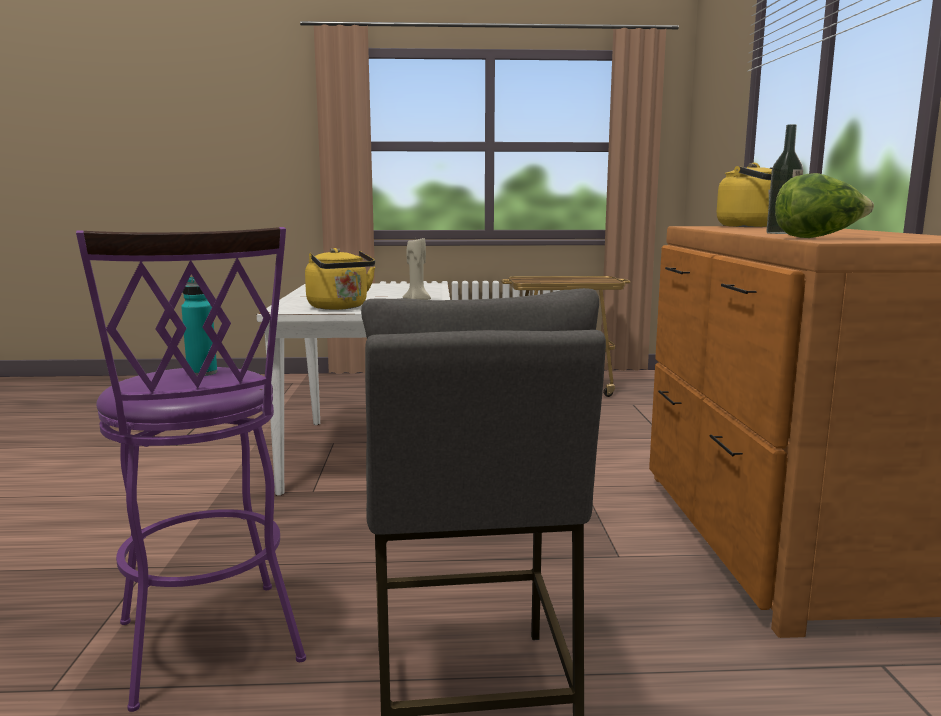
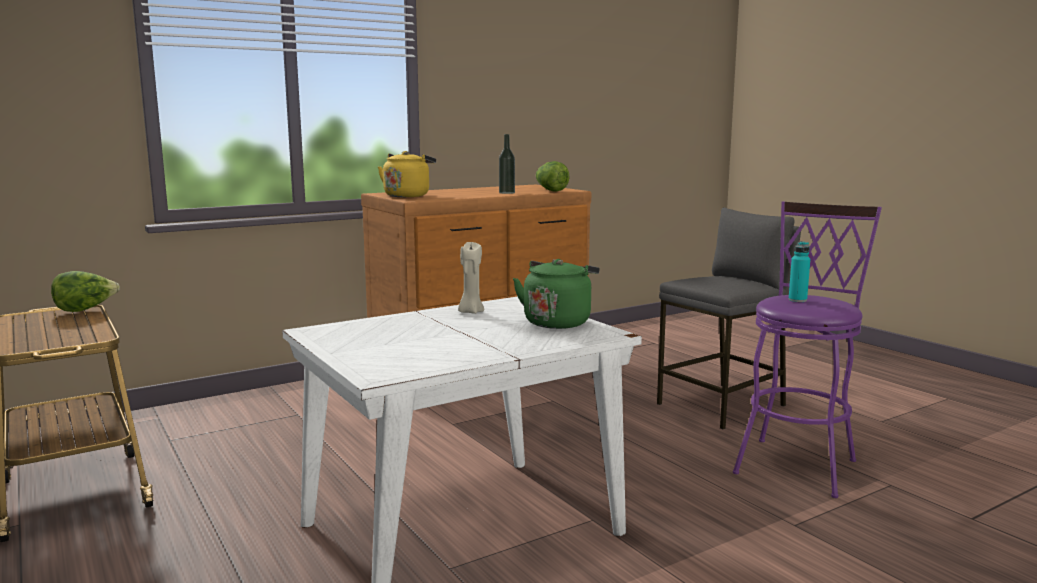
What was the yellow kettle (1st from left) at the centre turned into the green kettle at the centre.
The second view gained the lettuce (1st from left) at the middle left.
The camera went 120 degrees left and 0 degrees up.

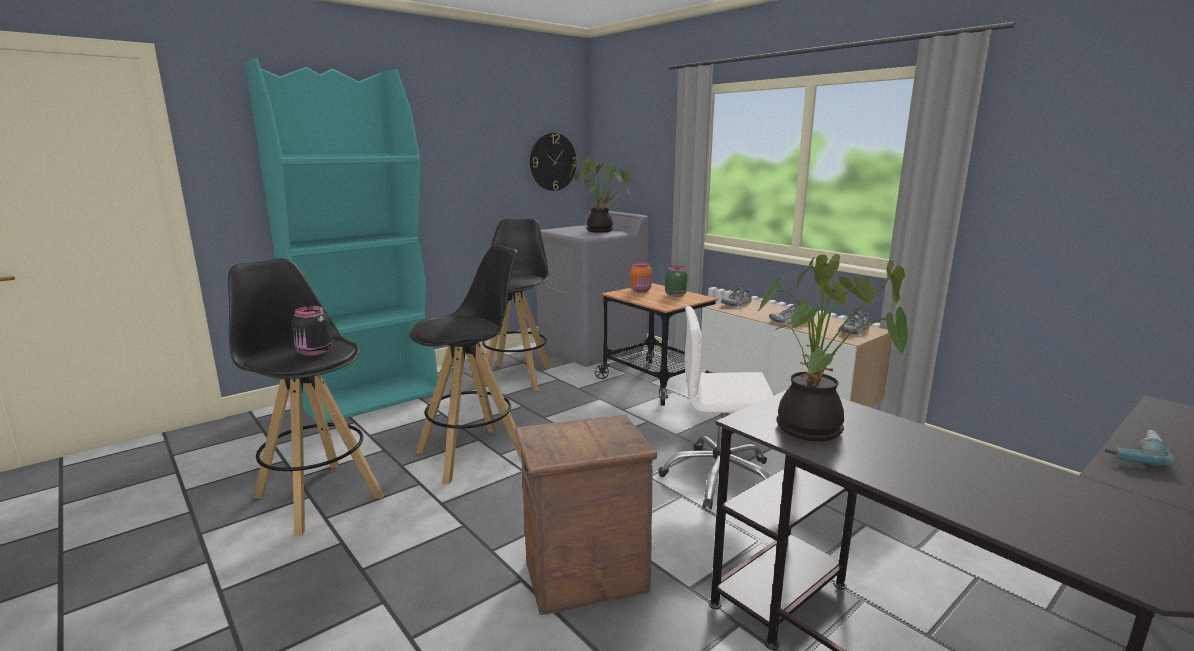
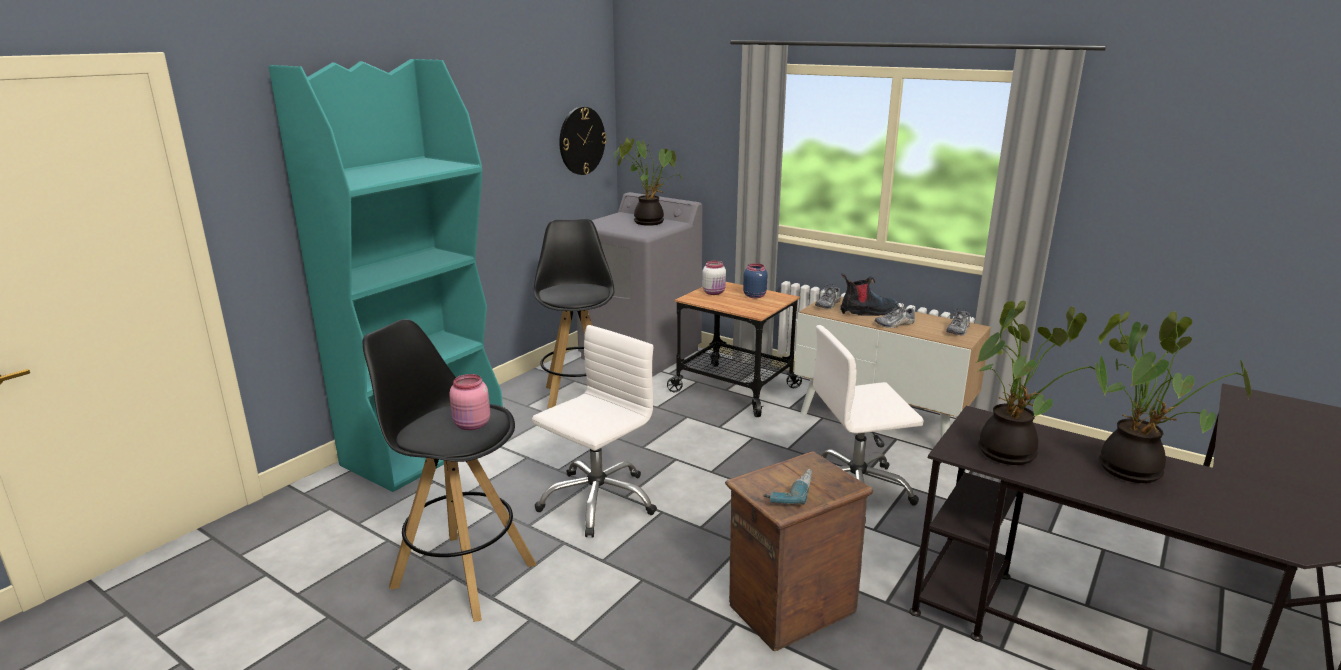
Where the black stool (2nd from left) stood at the centre, the white office chair (1st from left) came to stand at the centre.
What was the orange jar at the centre turned into the white jar at the centre.
What was the green jar at the centre turned into the blue jar at the centre.
What was the black jar at the middle left turned into the pink jar at the centre.
The power drill ended up elsewhere, having gone from the bottom right to the bottom centre.
The second view gained the boot at the centre.
The second view gained the potted plant (3rd from left) at the middle right.
The camera went 15 degrees left and 5 degrees up.

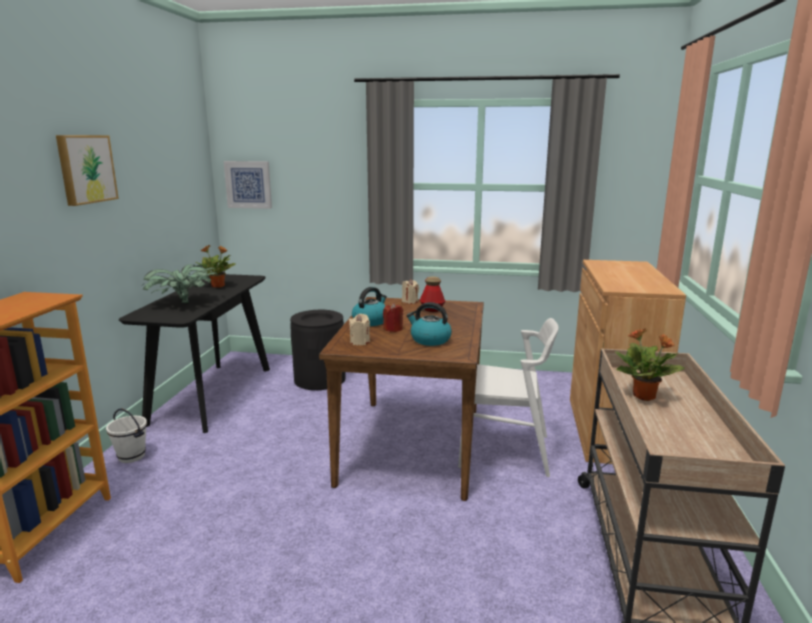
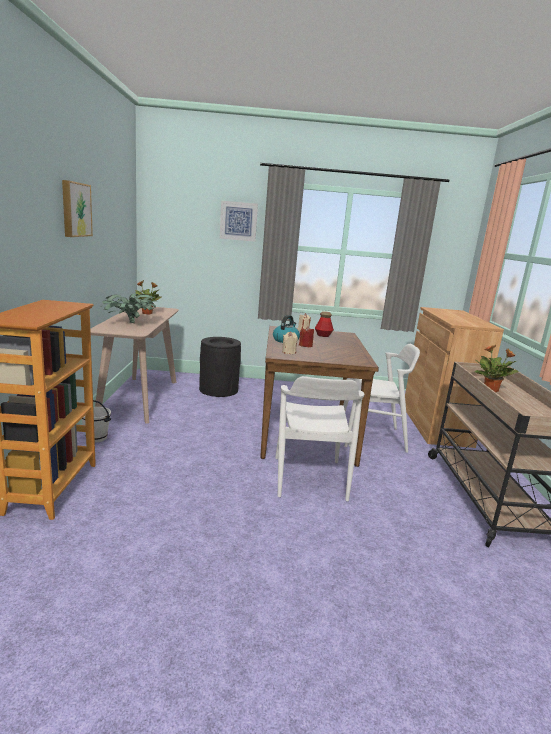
The picture (2nd from left) ended up elsewhere, having gone from the top left to the top centre.
What was the black console table at the middle left turned into the beige console table at the middle left.
The second view lost the kettle (2nd from left) at the centre.
The second view gained the white chair (1st from left) at the centre.
The camera went 10 degrees left and 0 degrees up.

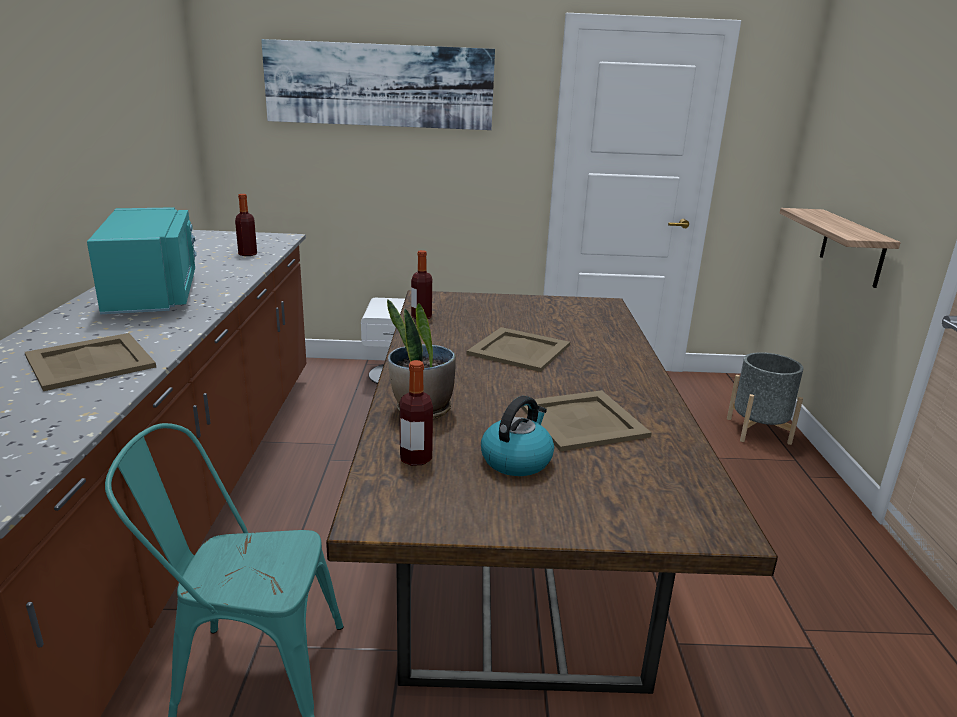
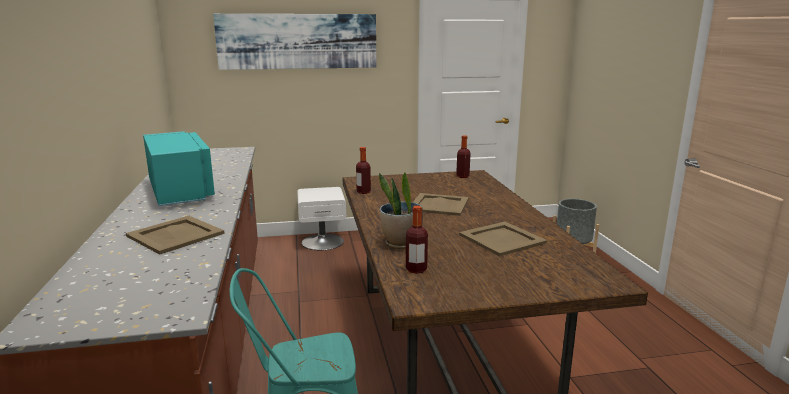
The bottle (1st from left in the first image) ended up elsewhere, having gone from the top left to the centre.
The second view lost the shelf at the middle right.
The second view lost the kettle at the centre.
The camera went 10 degrees left and 5 degrees down.

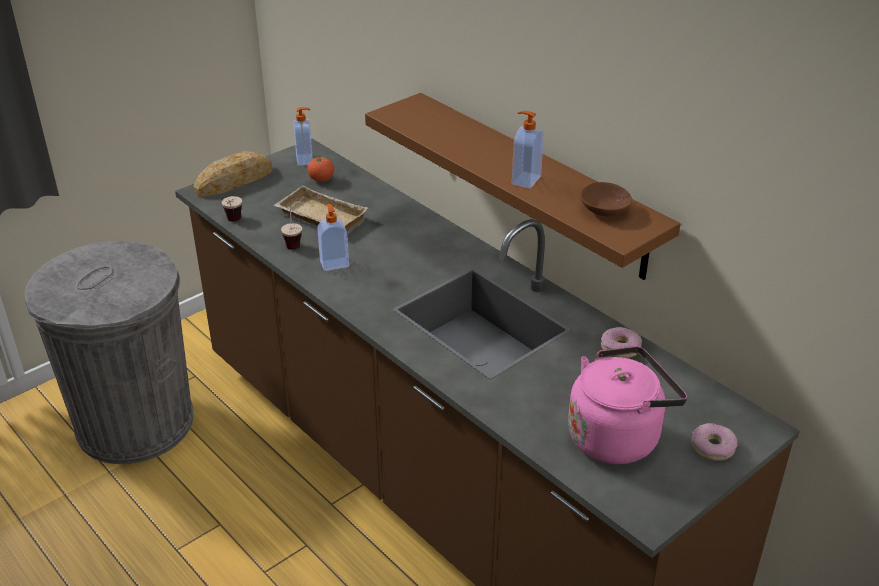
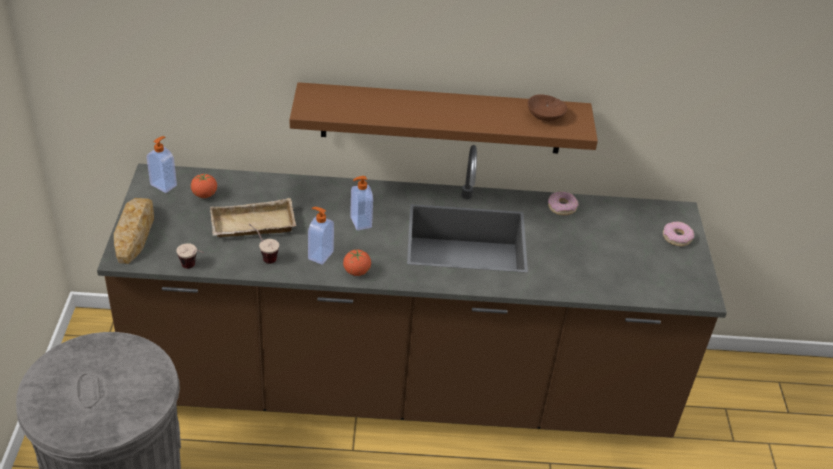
The soap dispenser (3rd from left) ended up elsewhere, having gone from the top centre to the centre.
The second view lost the pink kettle at the bottom right.
The second view gained the tomato (2nd from left) at the centre.
The camera went 50 degrees left and 5 degrees up.

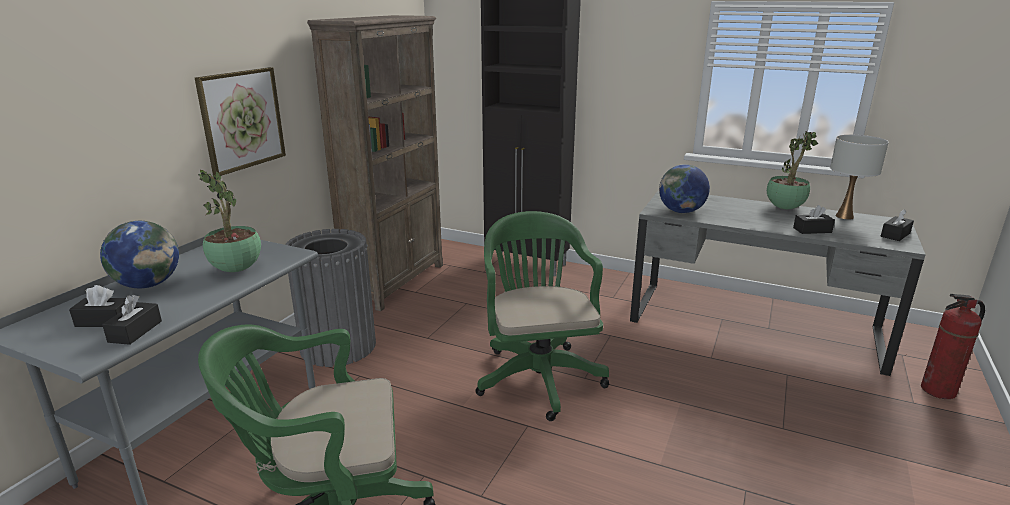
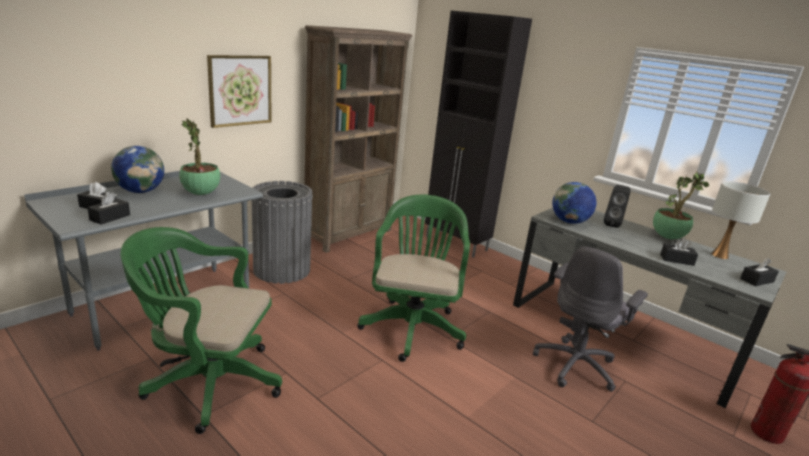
The second view gained the black speaker at the middle right.
The second view gained the grey office chair at the bottom right.
The camera went 15 degrees right and 0 degrees up.

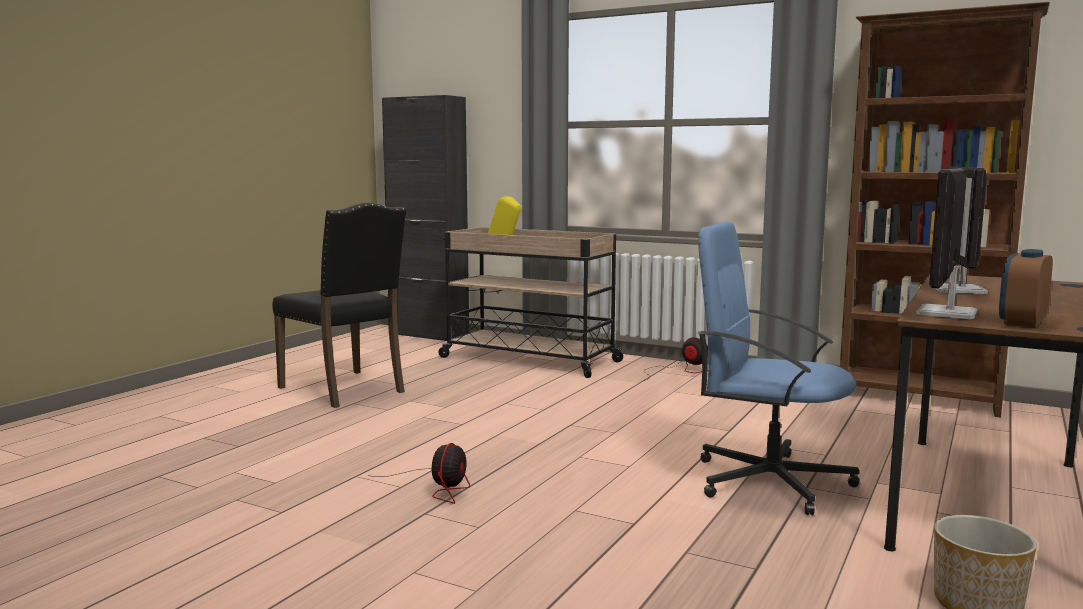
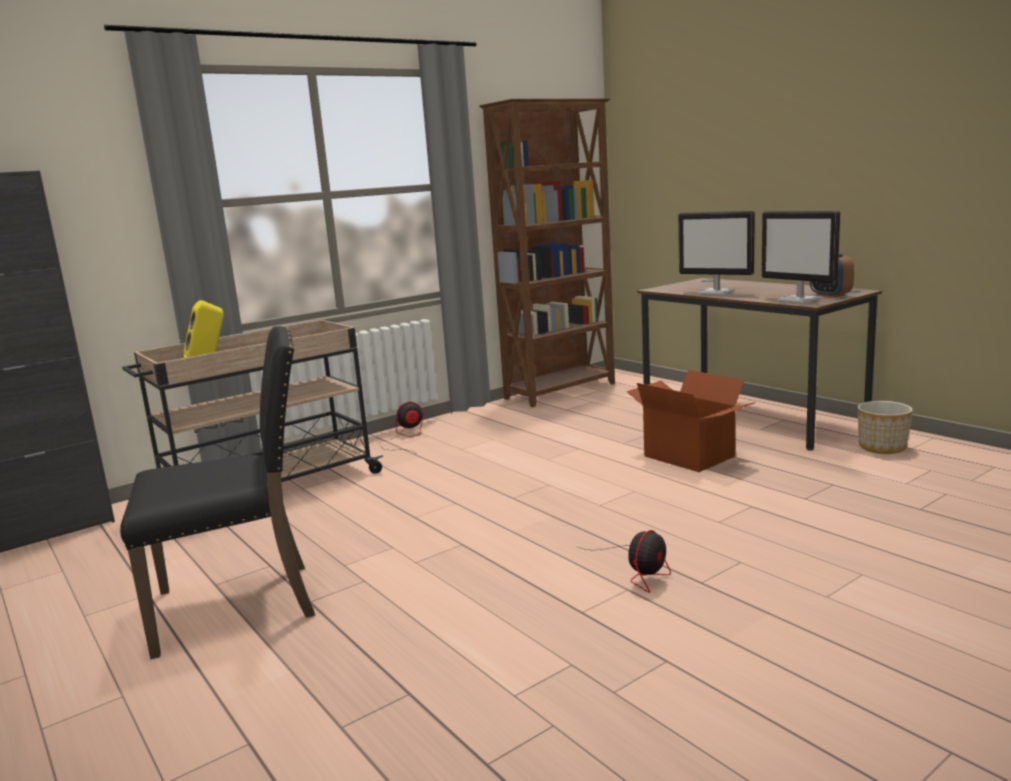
Where the blue office chair stood at the middle right, the cardboard box came to stand at the middle right.
The fan (1st from left in the first image) at the bottom centre ended up facing another way, 90 degrees clockwise from before.
The camera went 65 degrees left and 5 degrees up.

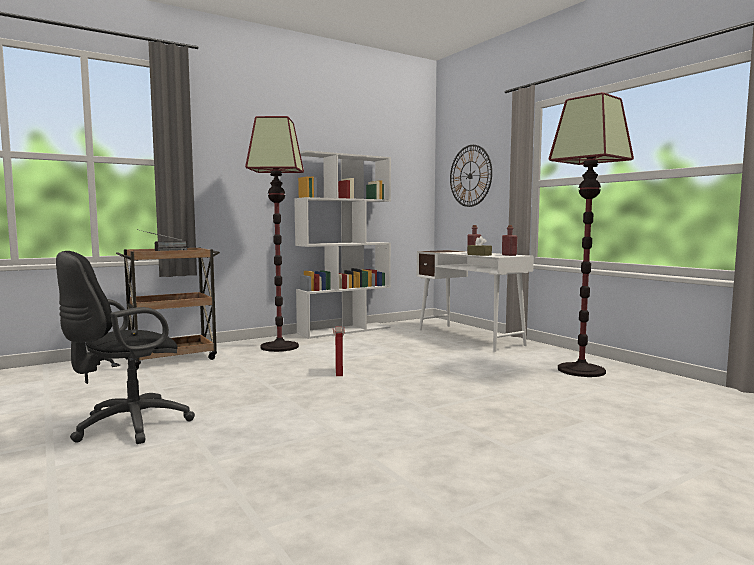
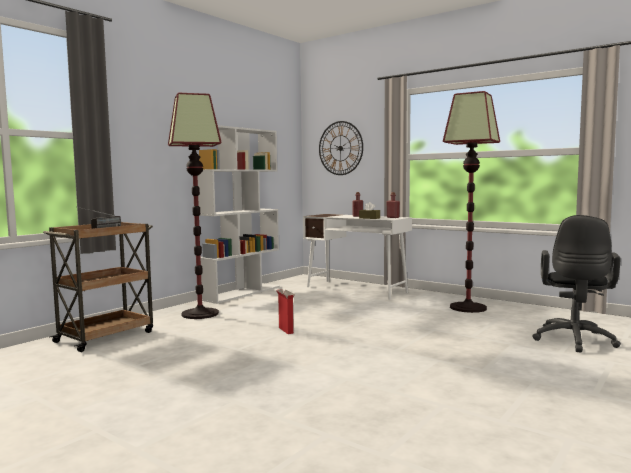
The black office chair ended up elsewhere, having gone from the middle left to the middle right.
The camera went 20 degrees left and 0 degrees up.

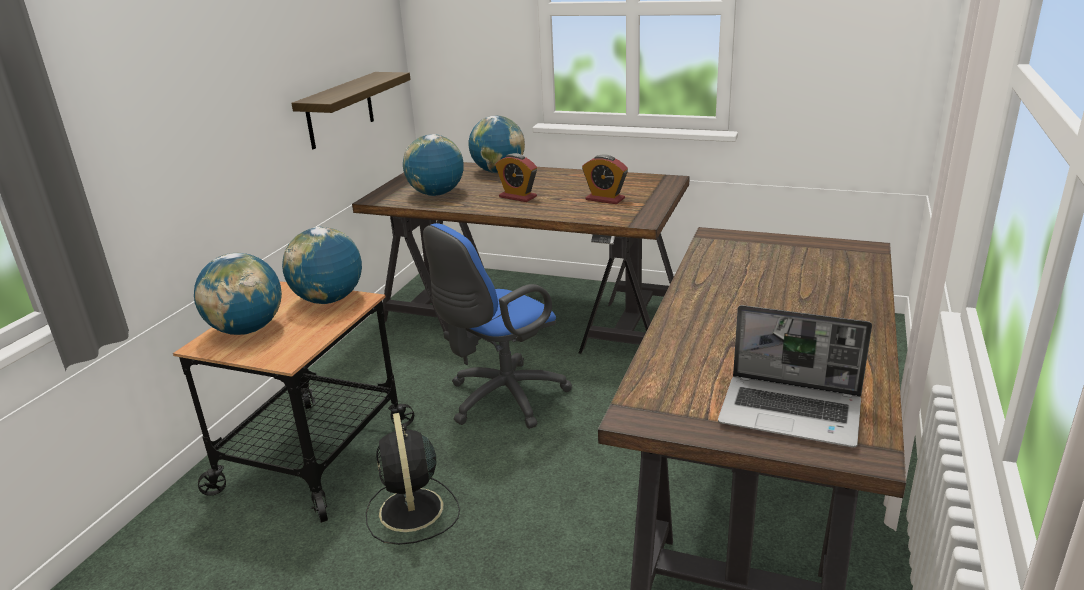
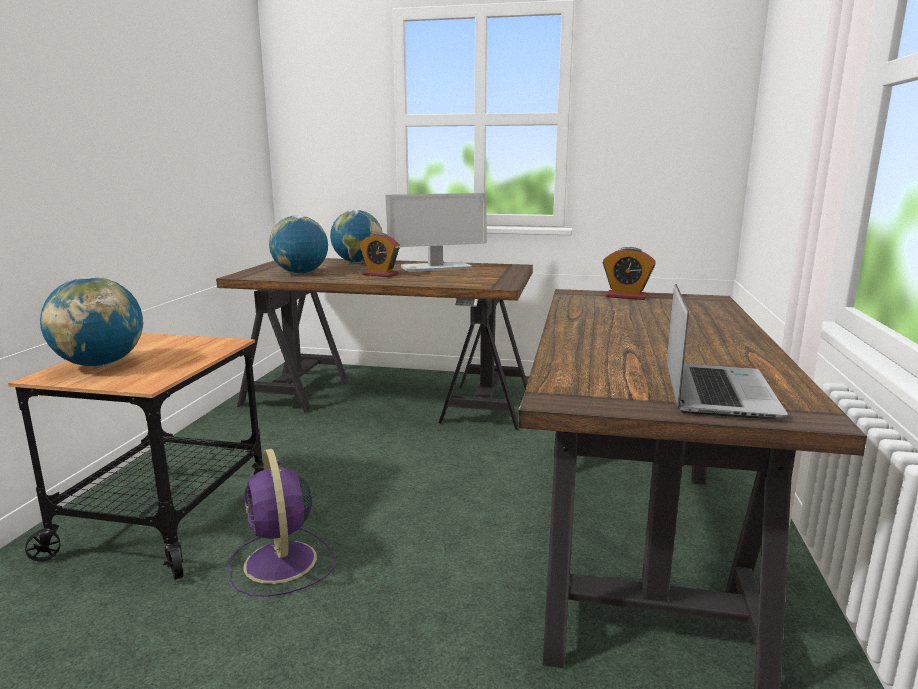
The second view lost the shelf at the top left.
The alarm clock (2nd from left) ended up elsewhere, having gone from the top centre to the middle right.
The second view lost the blue office chair at the centre.
The second view lost the globe (2nd from left) at the middle left.
The laptop at the middle right ended up facing another way, 90 degrees counterclockwise from before.
What was the black fan at the bottom centre turned into the purple fan at the bottom left.
The second view gained the monitor at the centre.
The camera went 10 degrees left and 10 degrees down.

